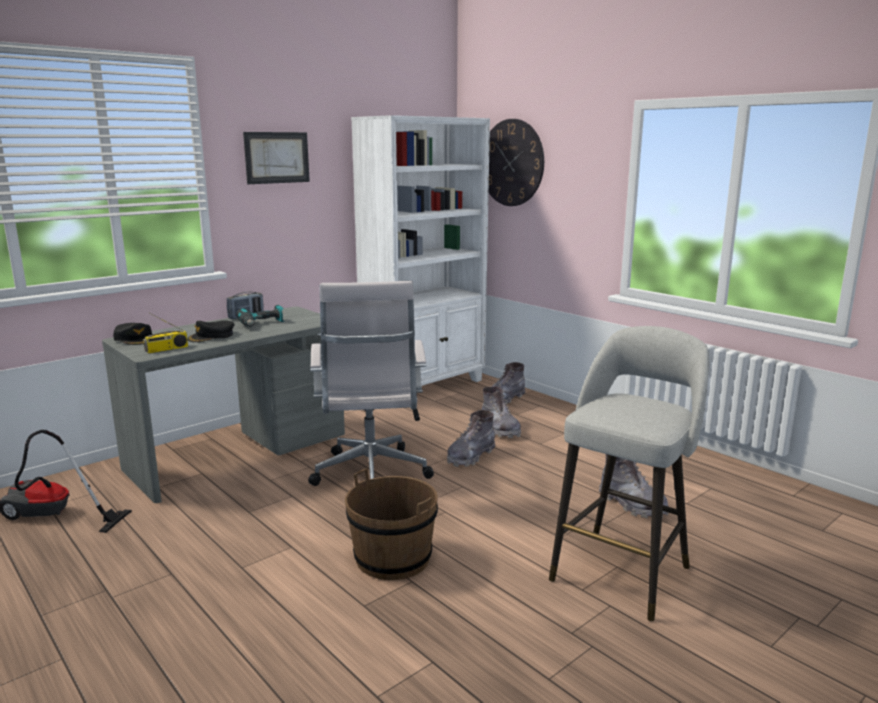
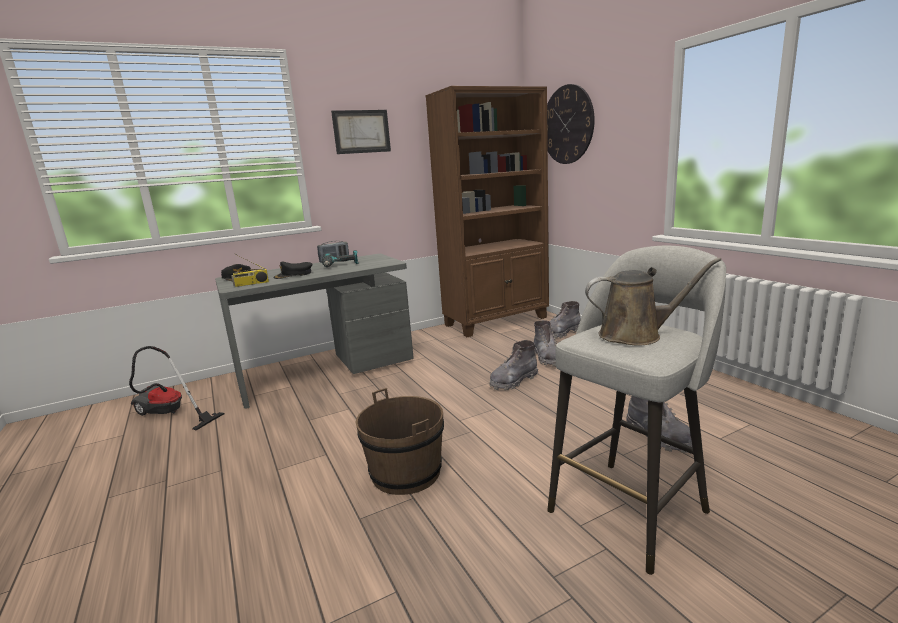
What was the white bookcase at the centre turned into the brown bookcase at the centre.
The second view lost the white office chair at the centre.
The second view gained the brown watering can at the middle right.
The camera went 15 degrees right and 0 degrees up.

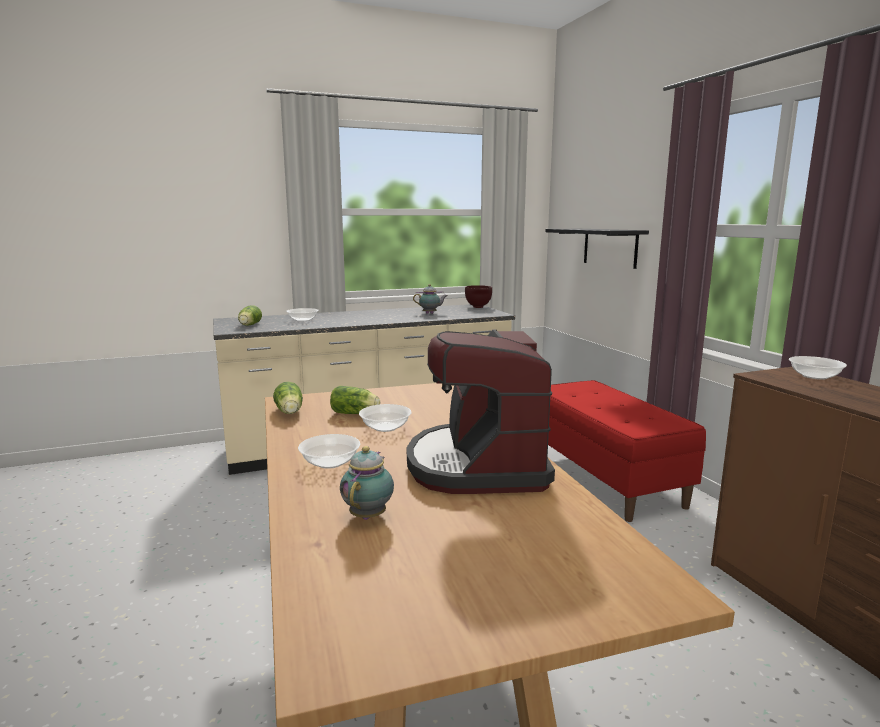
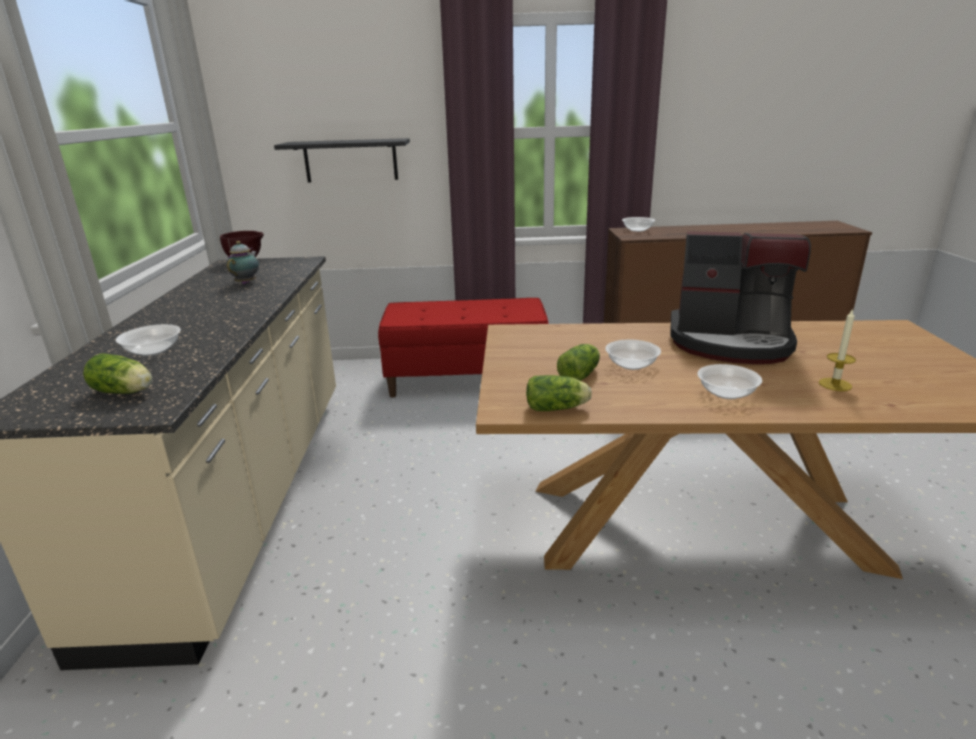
Where the teapot (1st from left) stood at the centre, the candle came to stand at the middle right.
The camera went 70 degrees left and 10 degrees up.

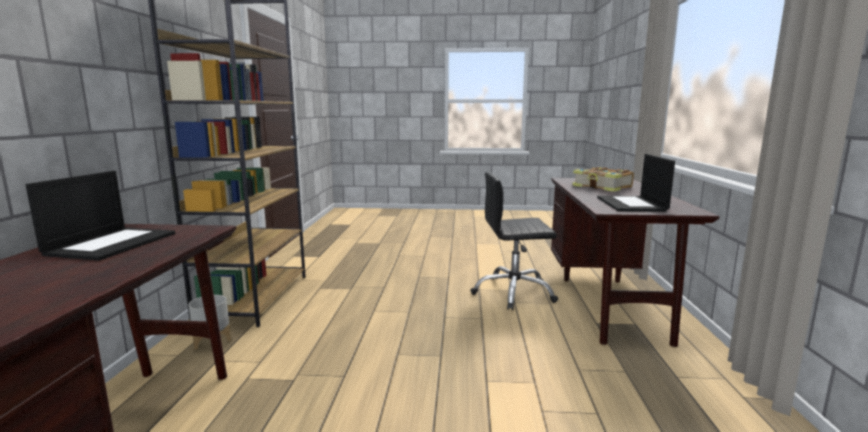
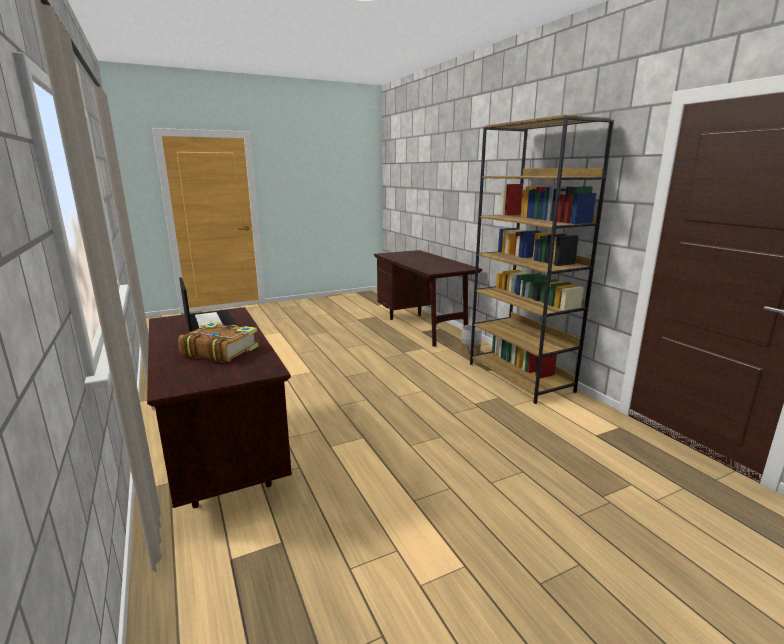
The second view lost the laptop (1st from left) at the middle left.
The second view lost the black office chair at the centre.
The camera went 150 degrees right and 5 degrees up.

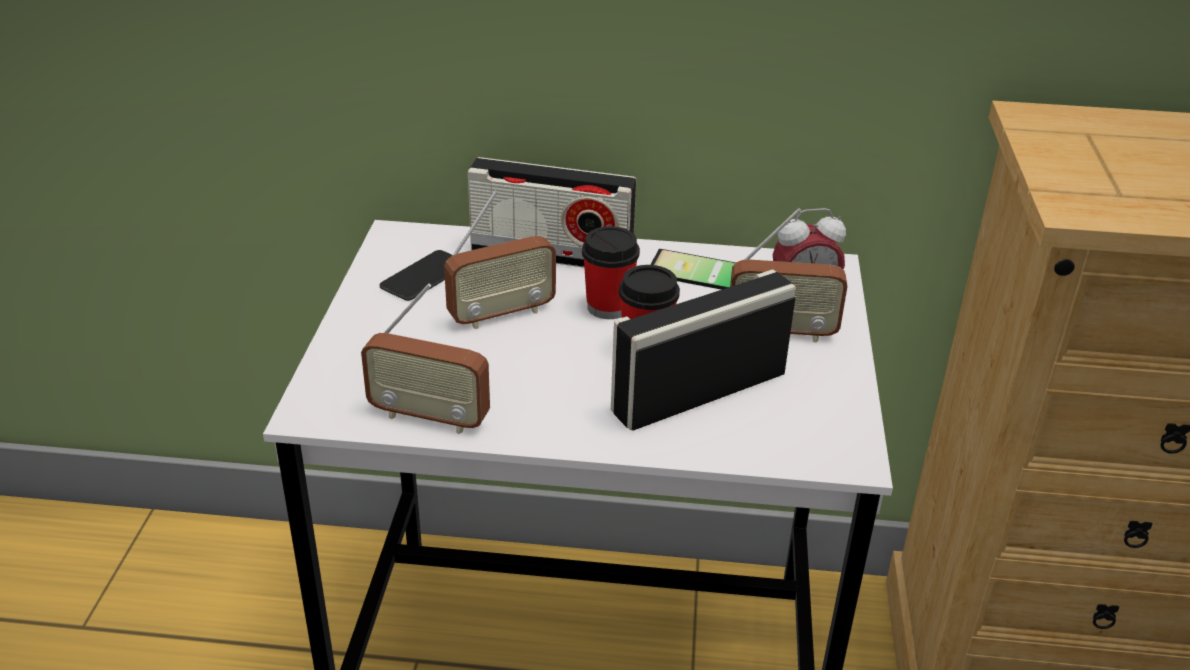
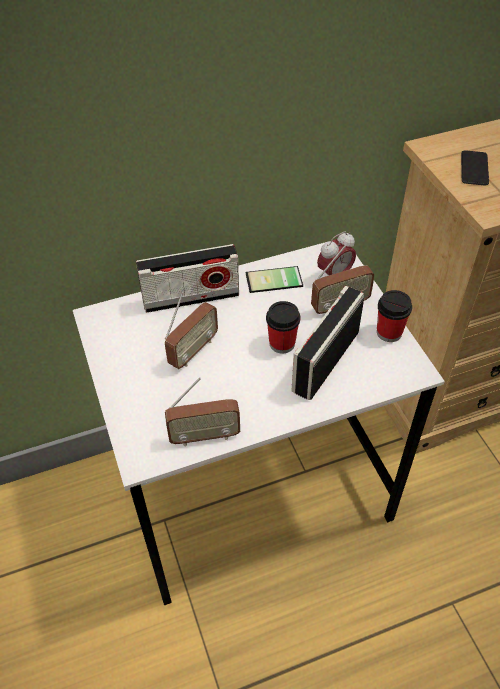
The cup (1st from left in the first image) ended up elsewhere, having gone from the centre to the middle right.
The phone (1st from left in the first image) ended up elsewhere, having gone from the centre to the top right.
The camera went 25 degrees left and 15 degrees up.

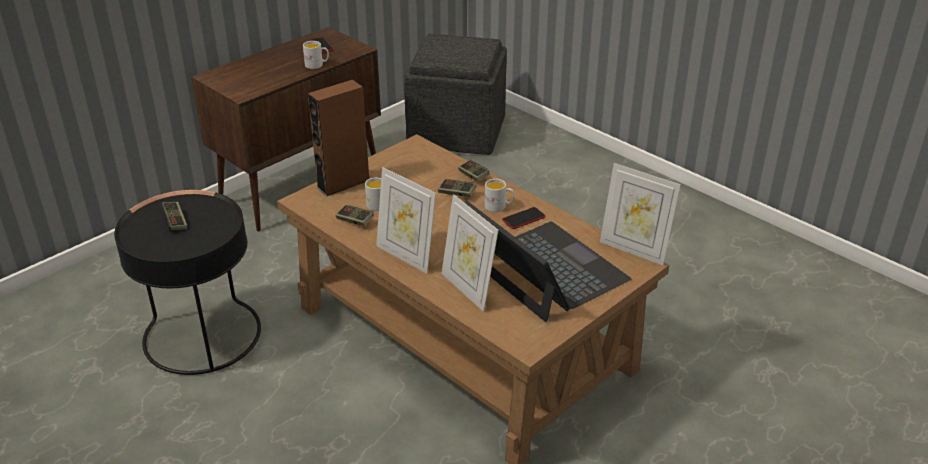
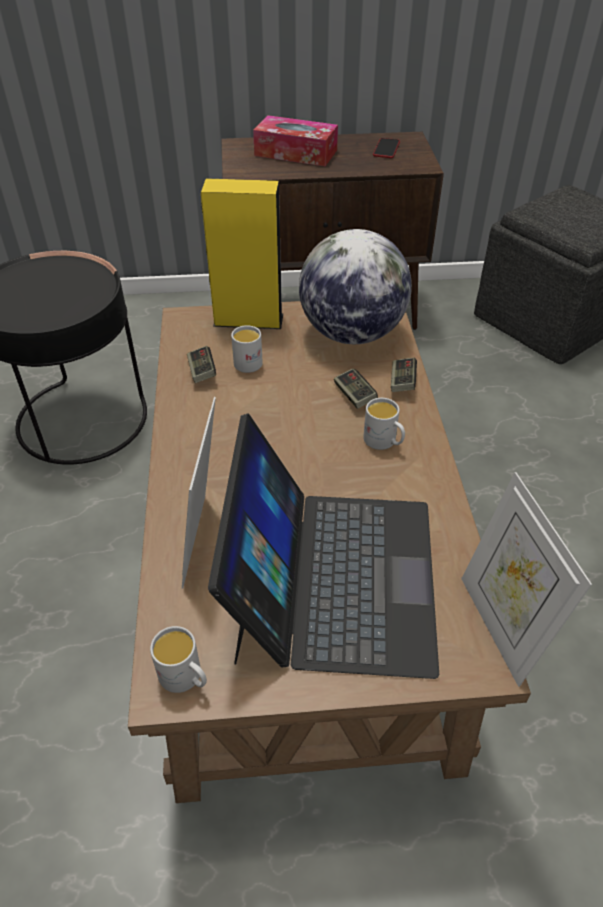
The white mug (1st from left) ended up elsewhere, having gone from the top centre to the bottom left.
What was the brown speaker at the top centre turned into the yellow speaker at the top centre.
The second view lost the picture frame (1st from left) at the centre.
The second view lost the game controller (1st from left) at the middle left.
The second view lost the phone (2nd from left) at the centre.
The second view gained the tissue box at the top centre.
The second view gained the globe at the top centre.
The camera went 40 degrees right and 10 degrees up.

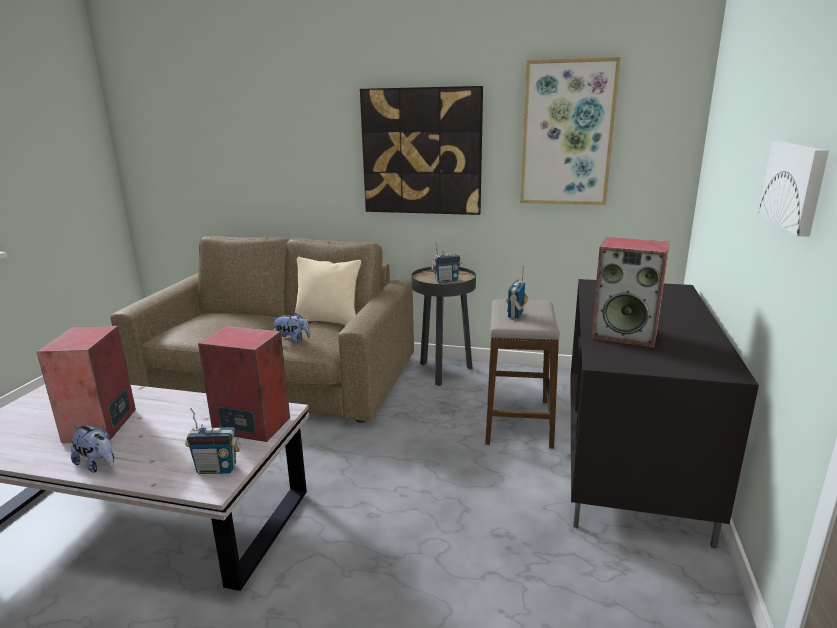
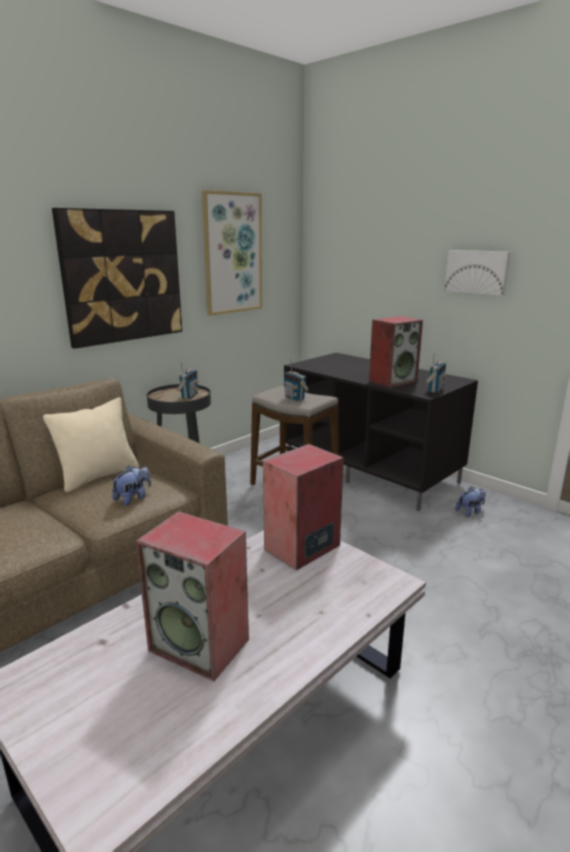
The radio (1st from left in the first image) ended up elsewhere, having gone from the bottom left to the middle right.
The plush toy (1st from left in the first image) ended up elsewhere, having gone from the bottom left to the middle right.
The camera went 60 degrees left and 0 degrees up.

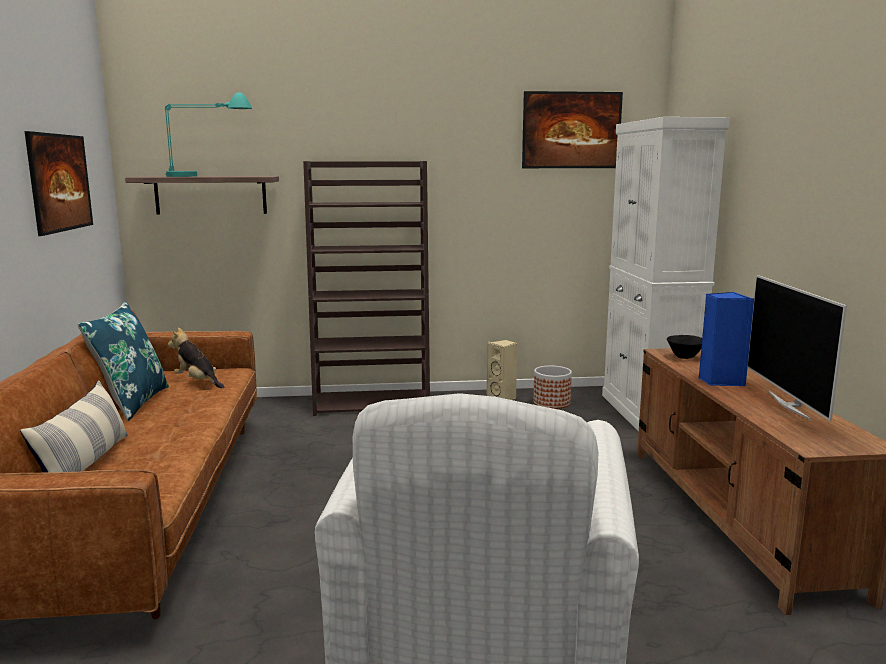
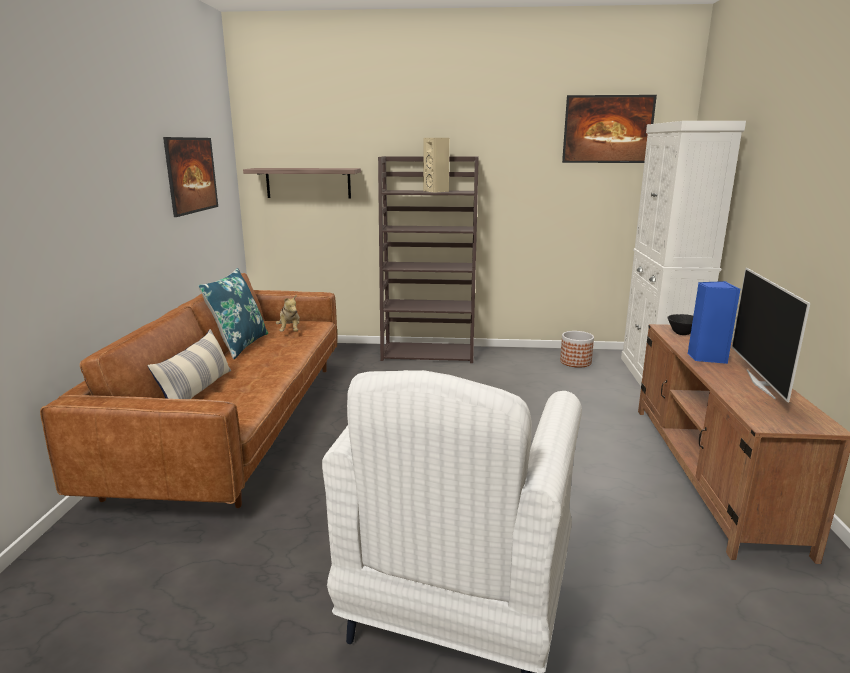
The second view lost the turquoise table lamp at the top left.
The plush toy at the middle left ended up facing another way, 150 degrees counterclockwise from before.
The beige speaker ended up elsewhere, having gone from the centre to the top centre.
The camera went 10 degrees right and 5 degrees up.

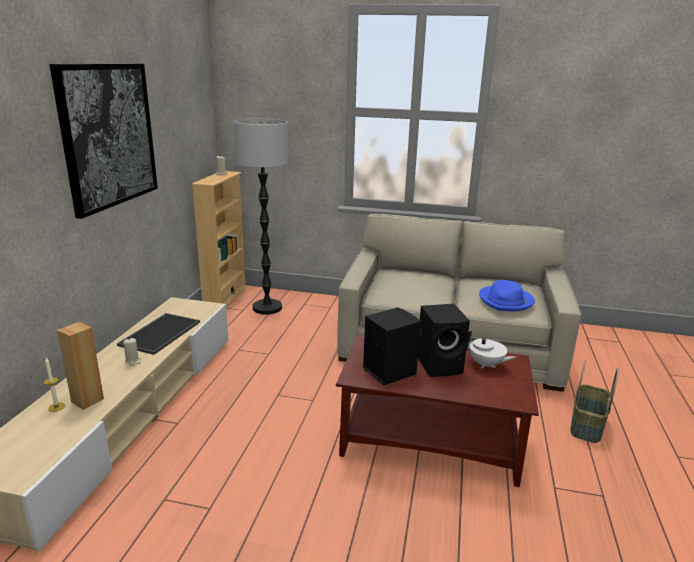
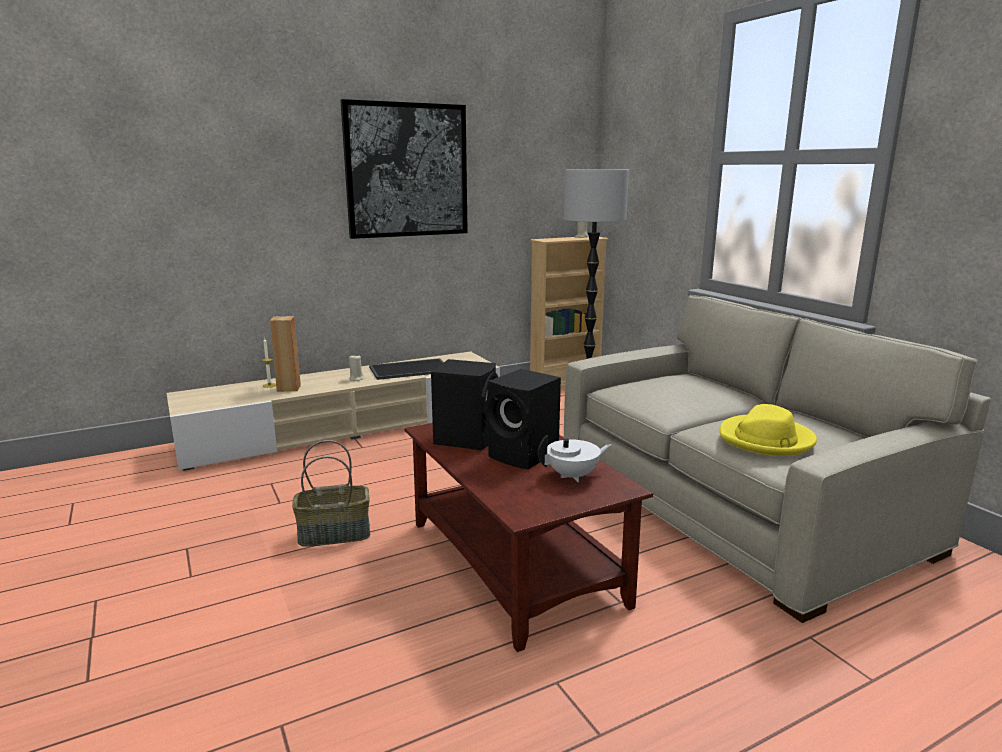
What was the blue hat at the middle right turned into the yellow hat at the middle right.
The white teapot at the middle right ended up facing another way, 105 degrees counterclockwise from before.
The basket ended up elsewhere, having gone from the bottom right to the middle left.
The camera went 50 degrees right and 5 degrees down.

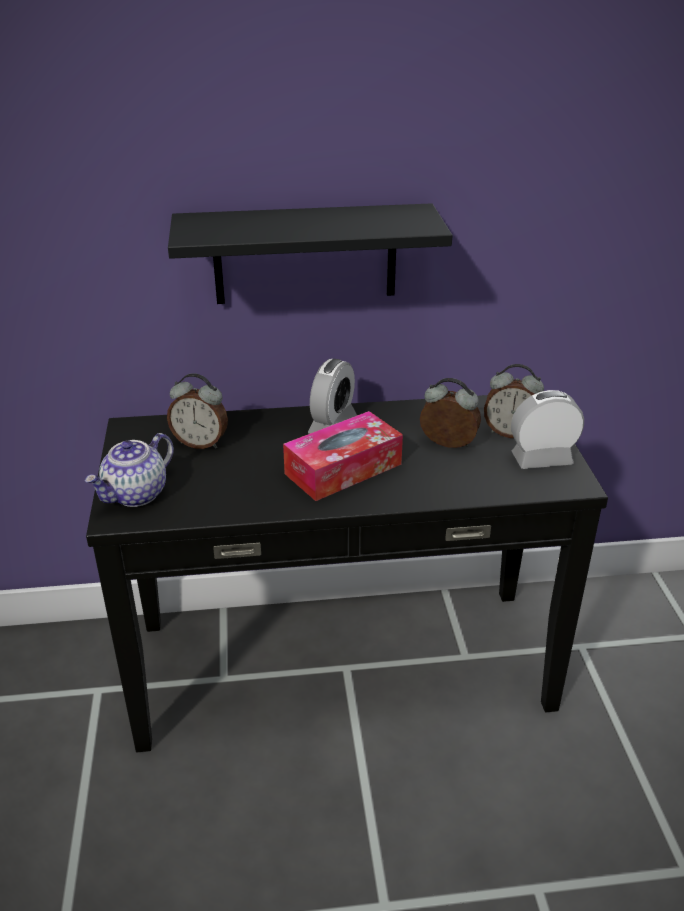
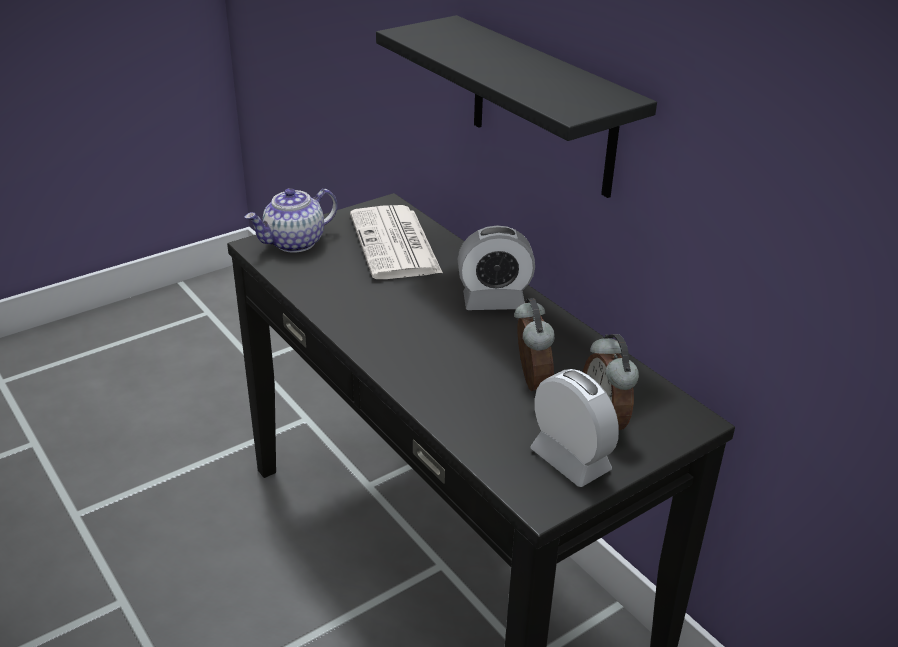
Where the alarm clock (1st from left) stood at the middle left, the newspaper came to stand at the centre.
The second view lost the tissue box at the centre.
The teapot at the middle left ended up facing another way, 45 degrees counterclockwise from before.
The camera went 60 degrees right and 0 degrees up.

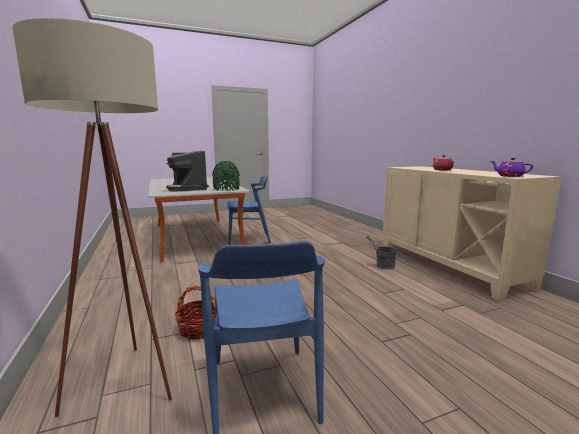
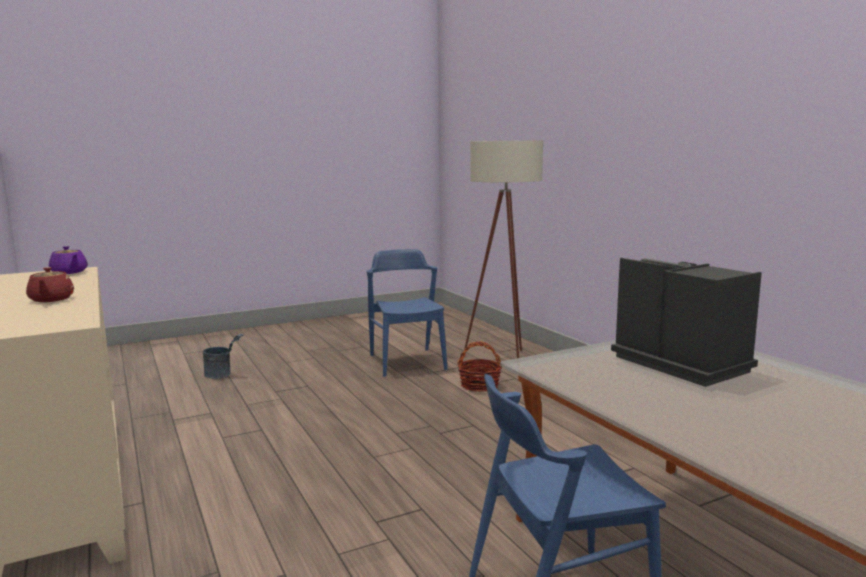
The second view lost the green vase at the centre.
The grey bucket ended up elsewhere, having gone from the centre to the middle left.
The camera went 175 degrees right and 0 degrees up.

